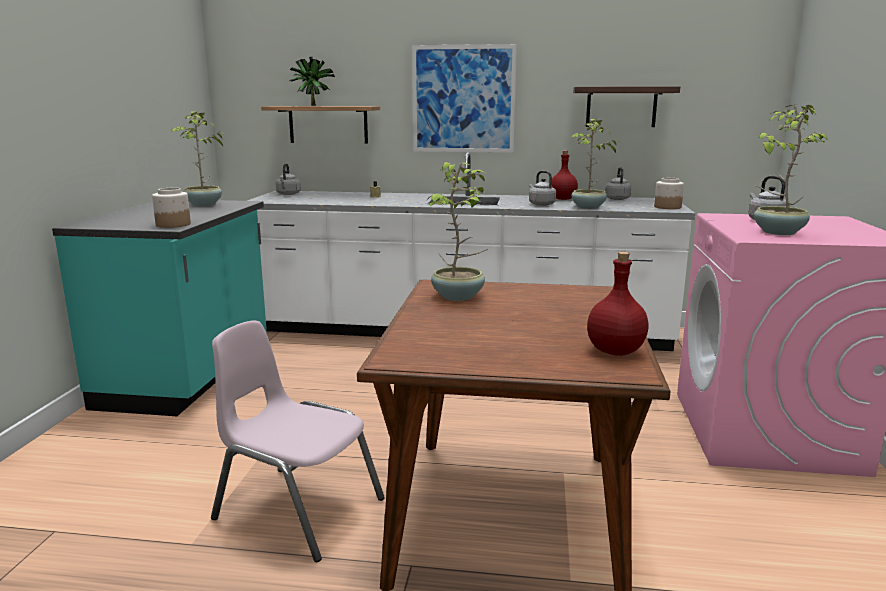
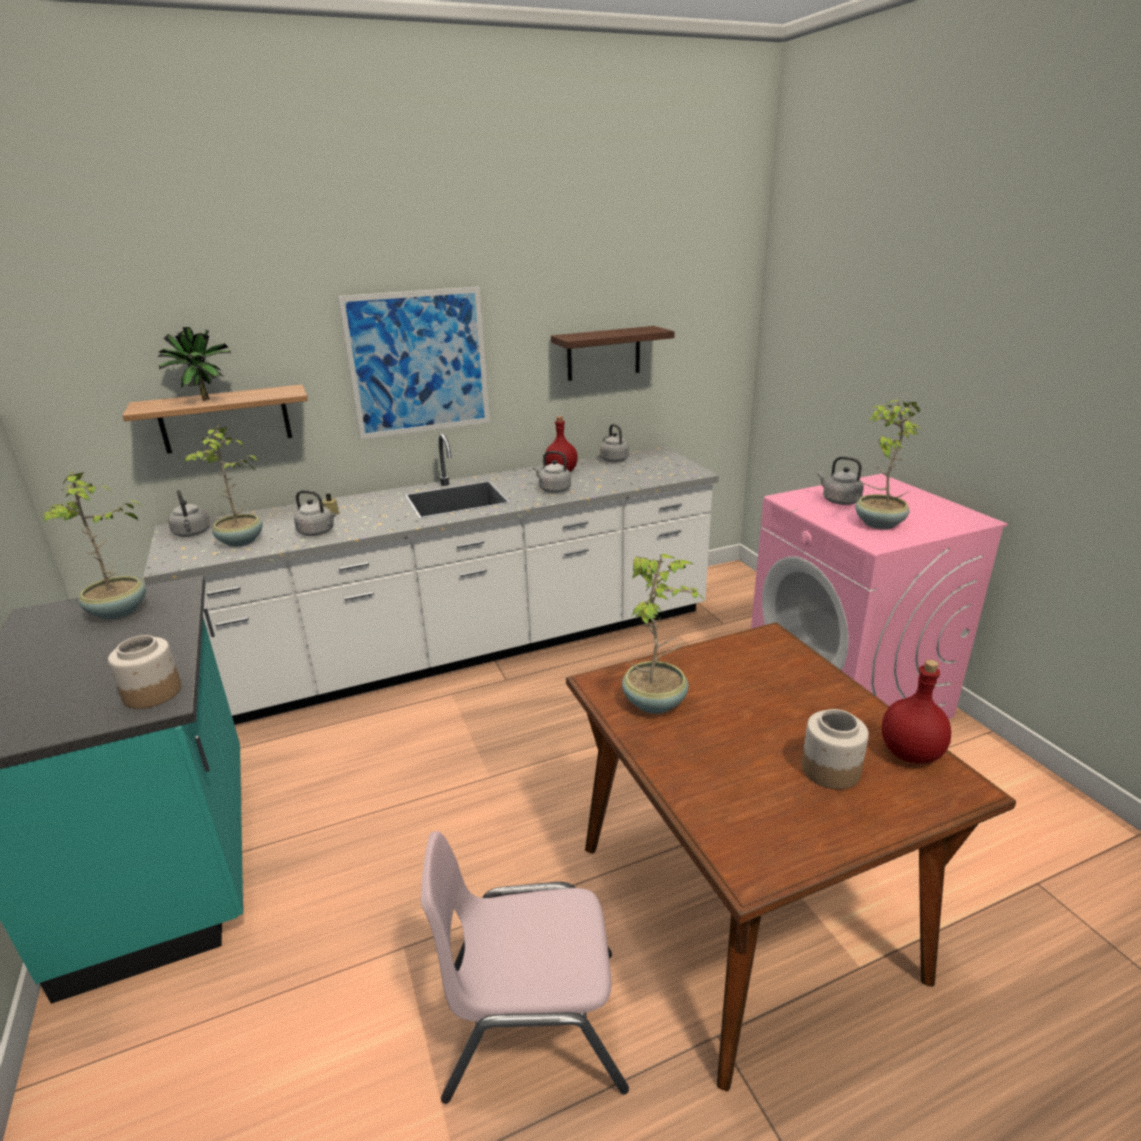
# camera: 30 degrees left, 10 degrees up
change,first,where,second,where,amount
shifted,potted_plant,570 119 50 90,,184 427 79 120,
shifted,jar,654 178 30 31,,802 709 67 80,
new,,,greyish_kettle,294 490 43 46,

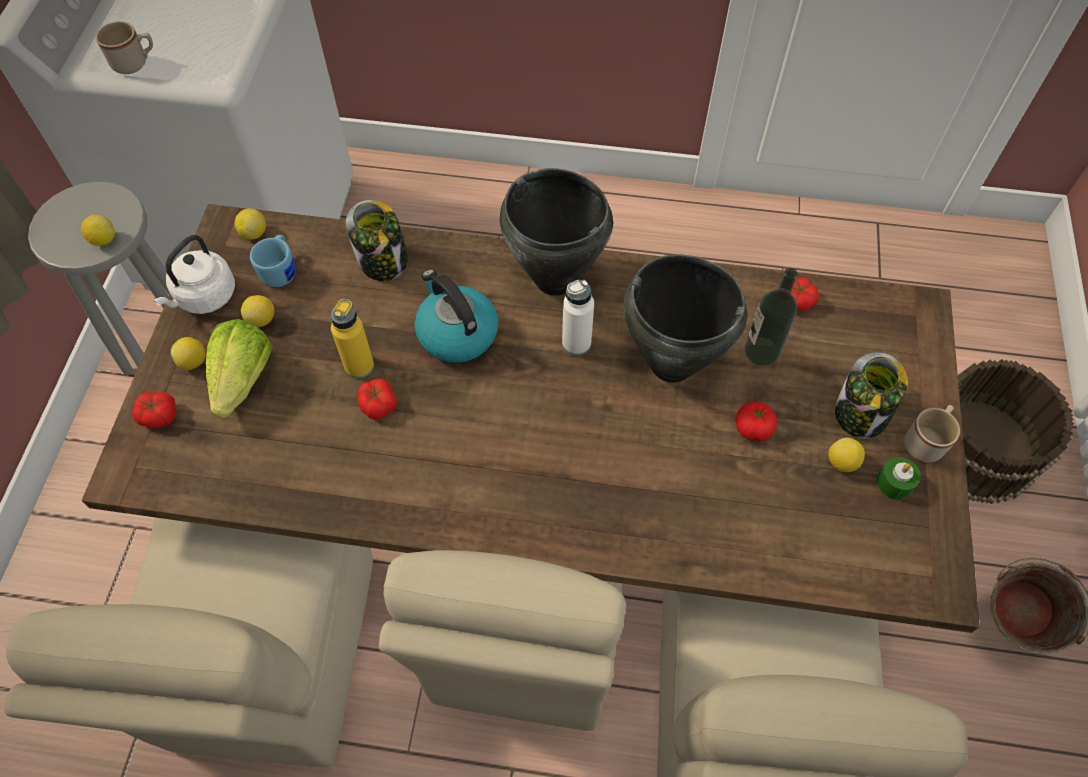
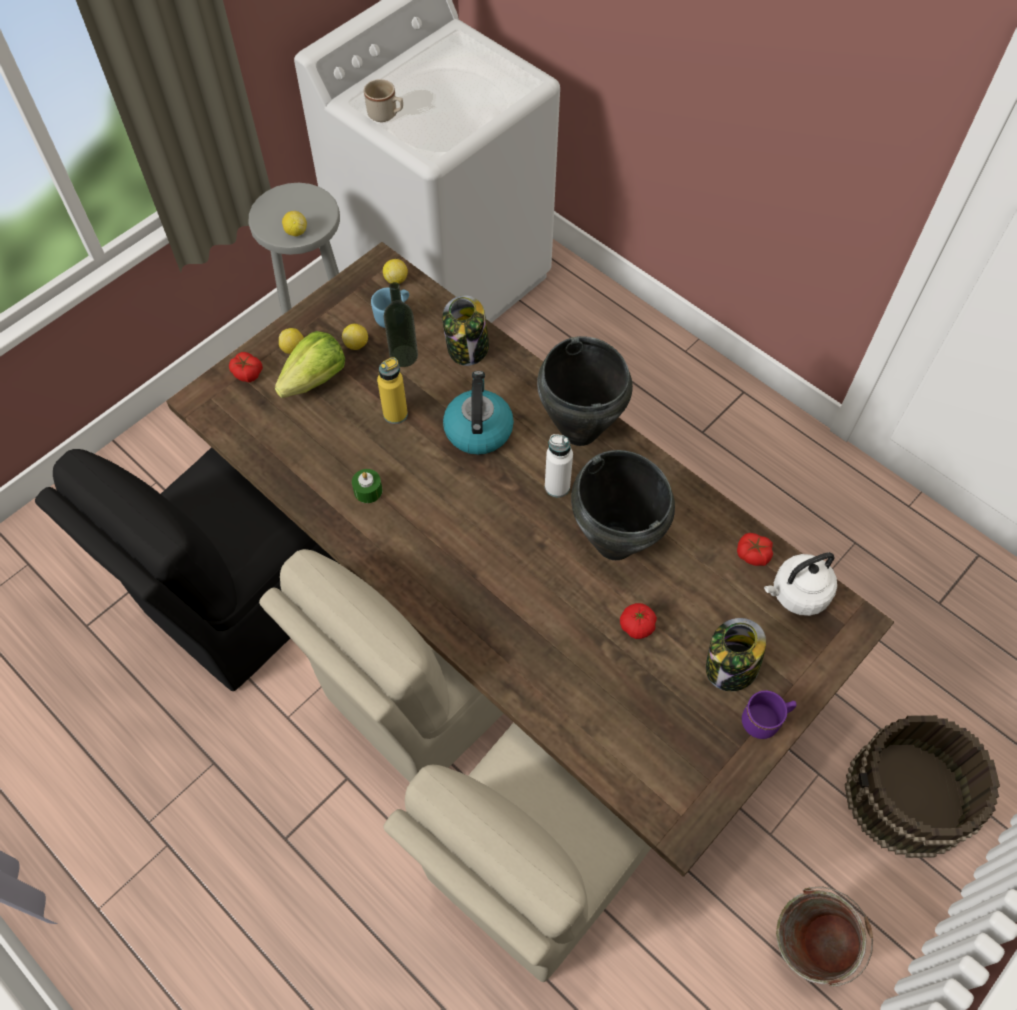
# camera: 35 degrees right, 0 degrees up
change,first,where,second,where,amount
shifted,white-coloured_kettle,153 235 82 79,,764 552 73 64,
shifted,bottle,744 268 54 98,,384 282 34 85,
gone,whole_tomato,358 379 39 40,,,
repainted,beige-coloured_coffee_mug,904 405 56 57,purple-coloured_coffee_mug,742 690 55 49,
gone,whole_lemon,828 438 37 34,,,
shifted,green-coloured_wax_light,877 457 44 43,,352 469 31 34,
repainted,beige-coloured_upright_chair,4 517 369 250,blackish_upright_chair,35 447 303 244,

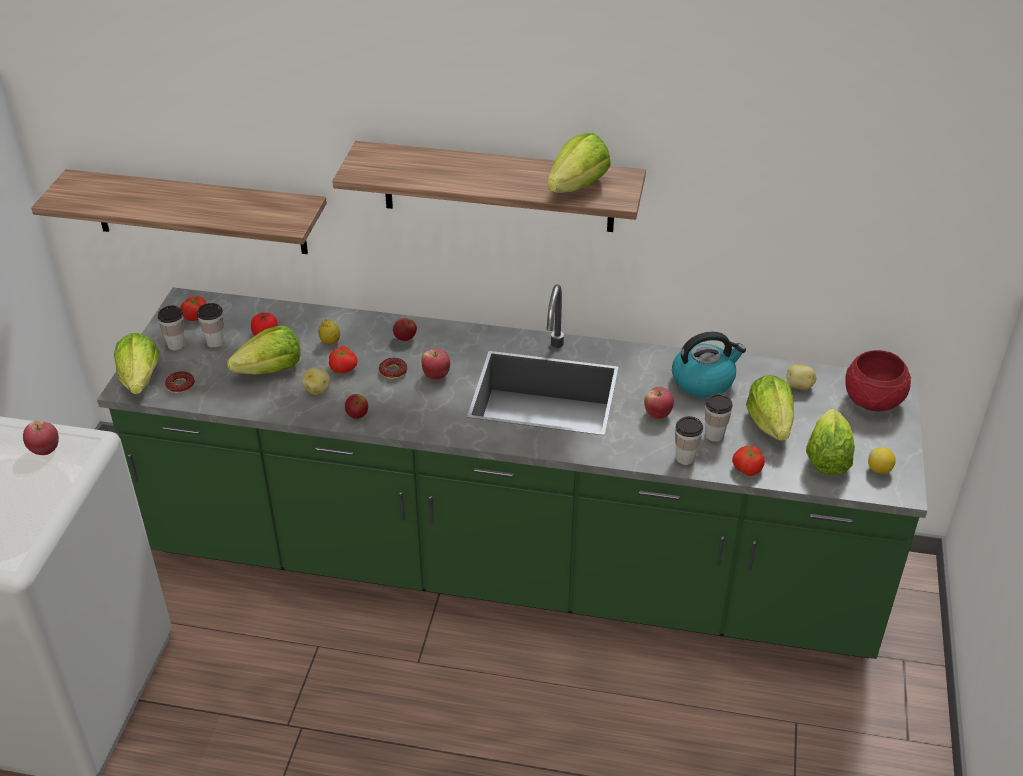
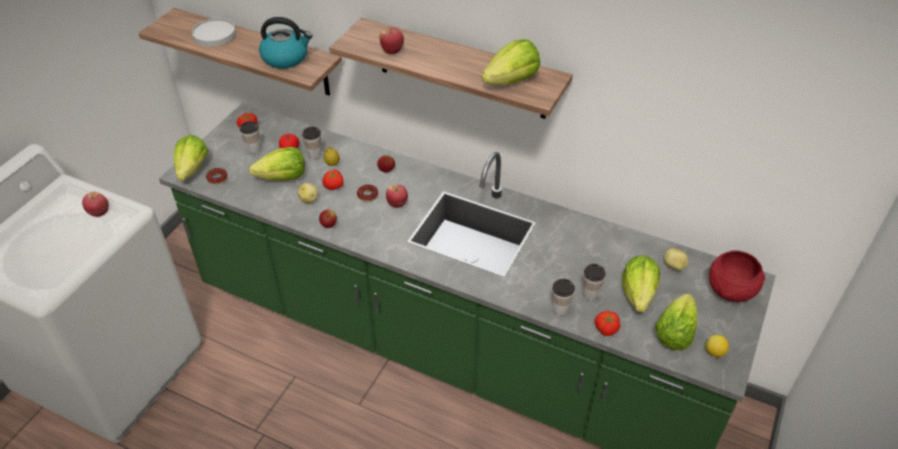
# camera: 15 degrees right, 5 degrees up
change,first,where,second,where,amount
shifted,cup,157 305 29 45,,302 127 19 33,
shifted,kettle,672 331 74 67,,259 17 54 52,
shifted,apple_fruit,644 387 30 32,,380 27 24 27,
new,,,white-coloured_plate,192 18 44 29,

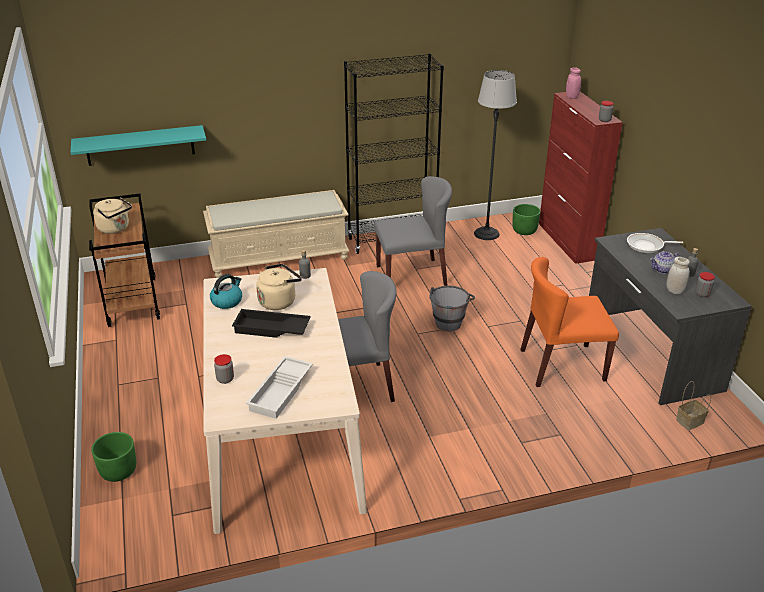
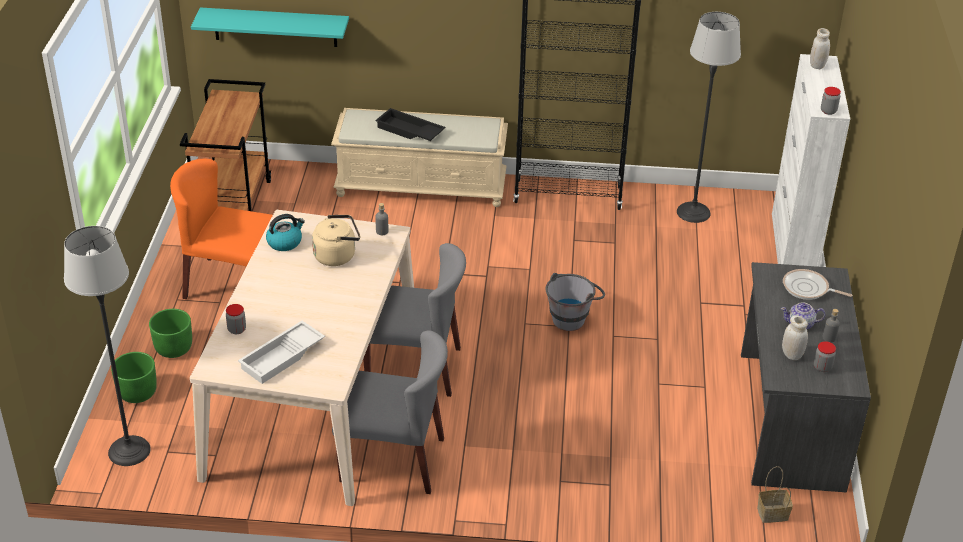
# camera: 20 degrees right, 5 degrees up
change,first,where,second,where,amount
repainted,pink_jar,566 67 15 32,white-coloured_jar,810 28 20 41,
repainted,red-coloured_cupboard,539 92 84 172,white-coloured_cupboard,772 54 78 213,
shifted,greyish_upright_chair,374 176 78 110,,332 331 116 163,
gone,beige-coloured_kettle,93 197 39 37,,,
shifted,green-coloured_plant_pot,512 204 29 31,,149 309 43 49,
shifted,orangey_upright_chair,520 257 99 130,,170 159 103 140,
shifted,blackish_tray,232 309 79 29,,375 108 70 33,
new,,,floor_lamp,64 226 87 240,

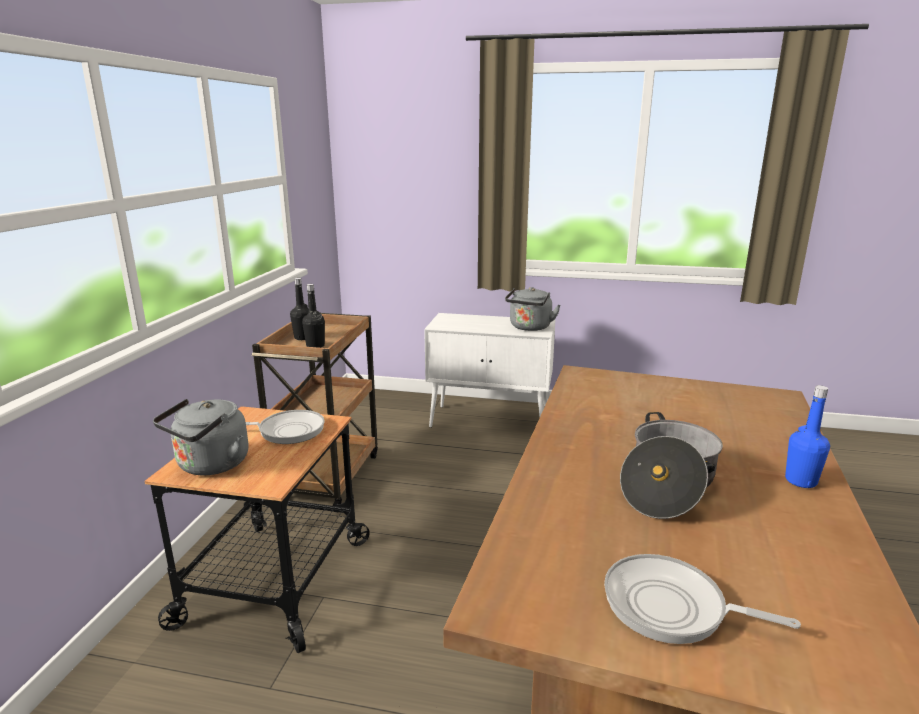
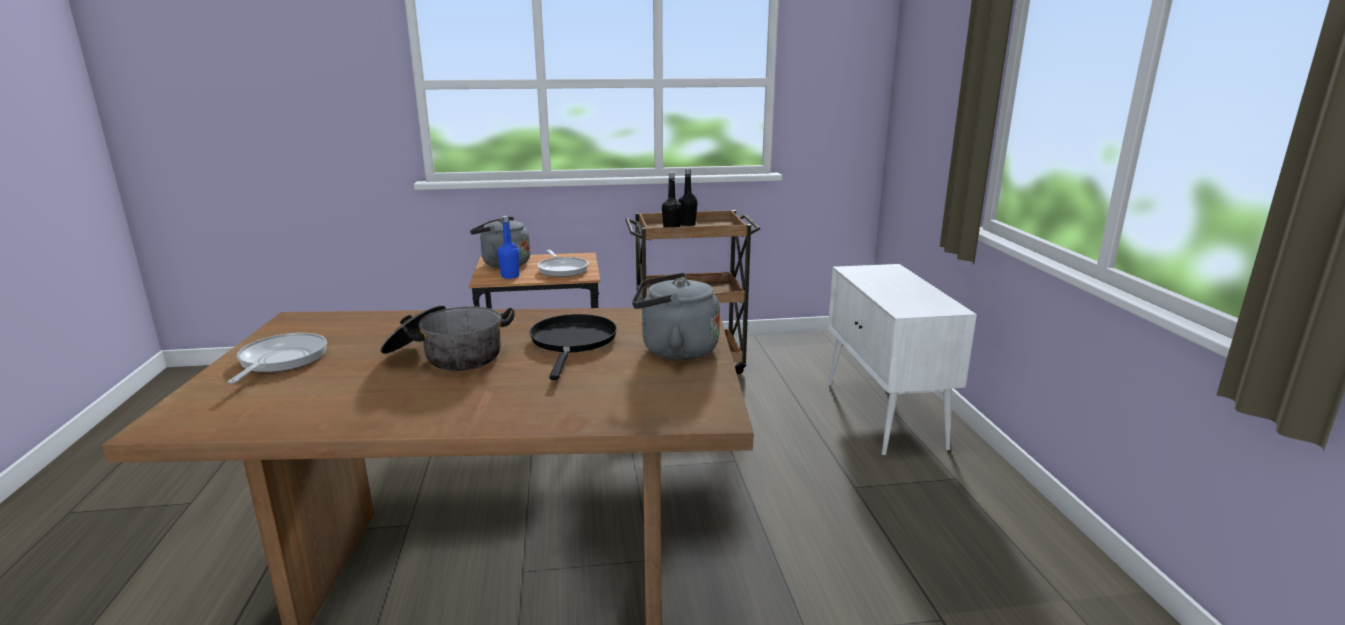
# camera: 70 degrees right, 0 degrees up
change,first,where,second,where,amount
shifted,greyish_kettle,505 287 56 44,,632 273 88 87,
shifted,bluish_bottle,785 385 45 103,,497 215 22 64,
new,,,blackish_pan,529 314 88 66,

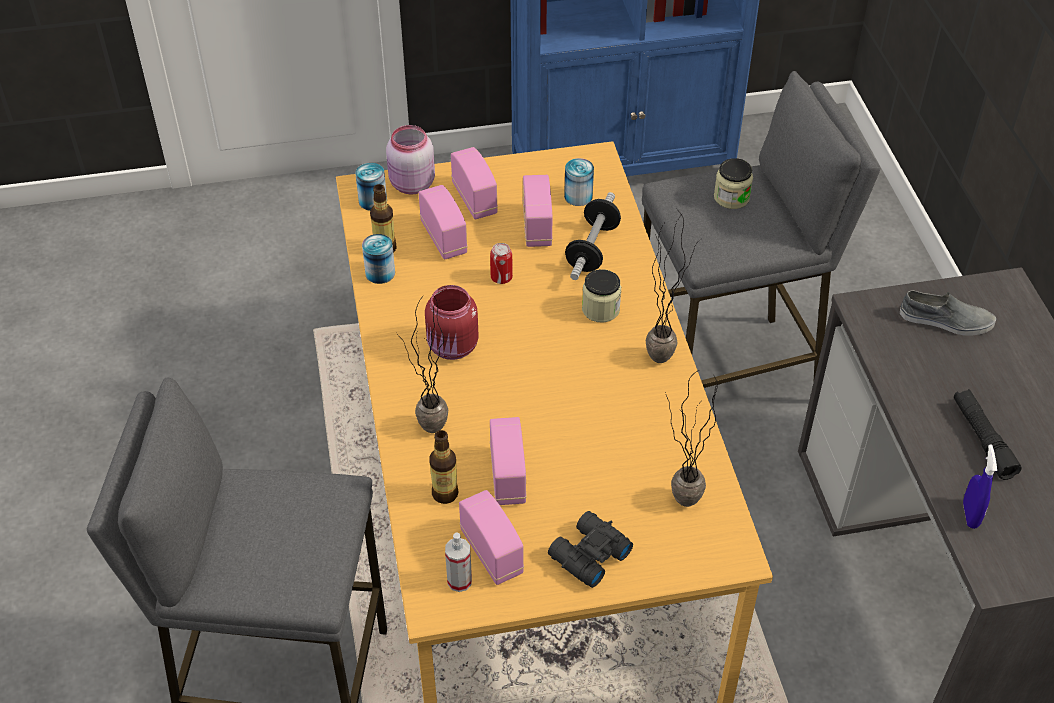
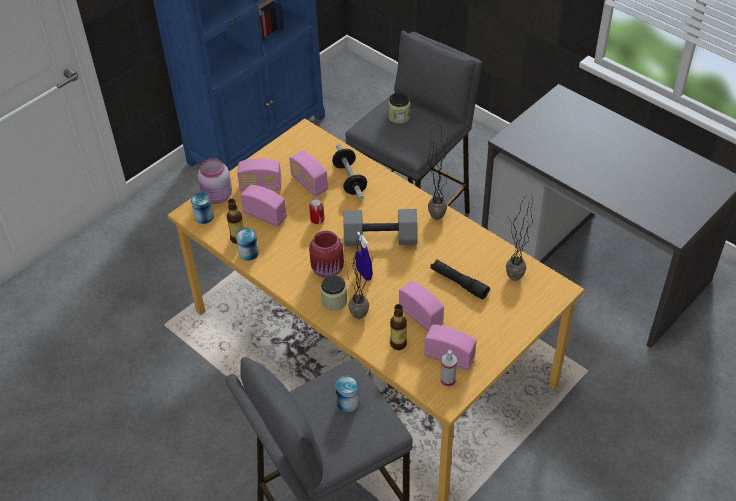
# camera: 35 degrees left, 0 degrees up
change,first,where,second,where,amount
rotated,radio_receiver,451 147 47 72,,237 158 45 33,150 degrees clockwise
shifted,can,564 158 30 48,,336 376 23 36,
shifted,jar,582 269 39 53,,321 275 26 36,
gone,greyish_low_shoe,900 290 96 46,,,
shifted,blackish_hand_torch,954 389 68 91,,430 259 60 40,
shifted,bluish_sprayer,963 444 34 85,,355 232 17 49,
gone,blackish_field_glasses,548 511 85 77,,,
new,,,greyish_free_weight,343 209 74 37,

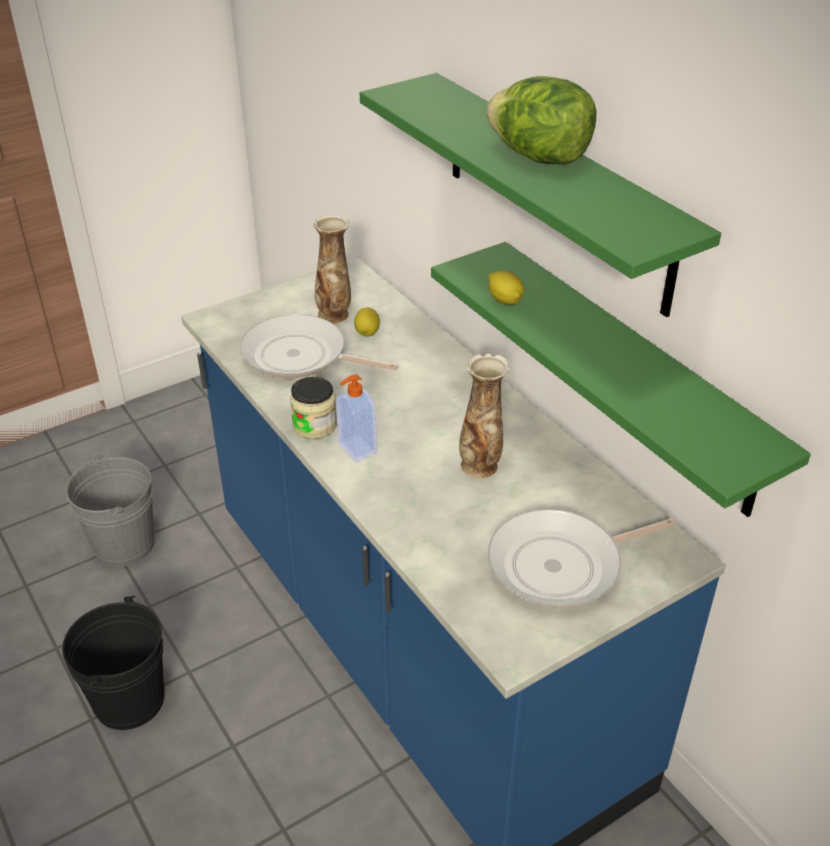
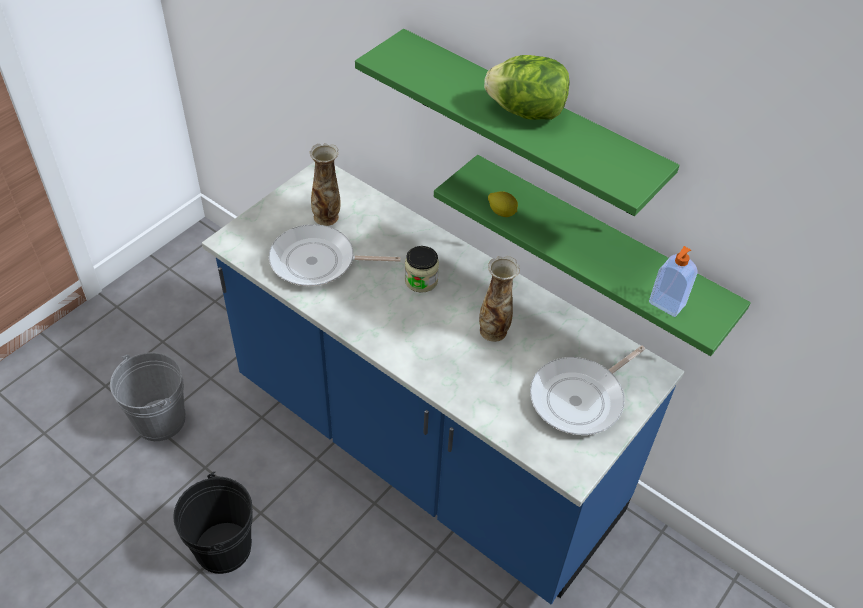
# camera: 20 degrees left, 10 degrees up
change,first,where,second,where,amount
gone,whole_lemon,354 307 26 30,,,
shifted,soap_dispenser,336 374 41 88,,649 246 48 71,
shifted,jar,290 377 47 62,,405 246 34 47,

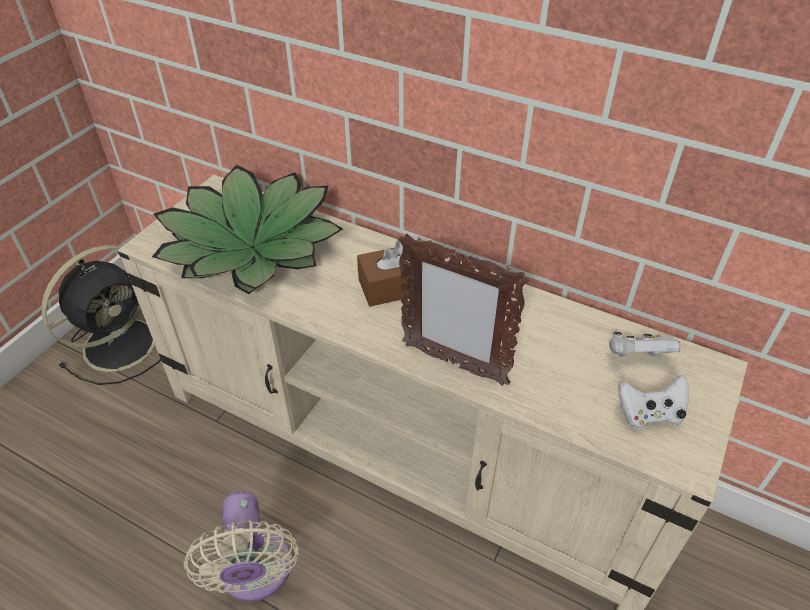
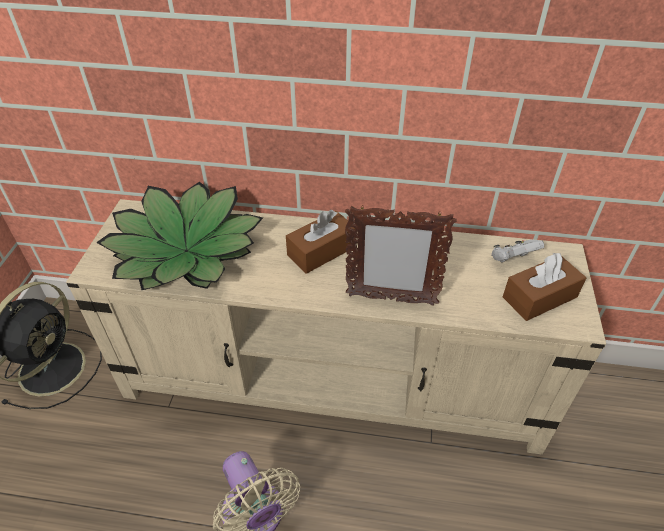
# camera: 20 degrees left, 0 degrees up
change,first,where,second,where,amount
swapped,white-coloured_joypad,618 375 71 54,brown-coloured_tissue_holder,503 253 83 68,

